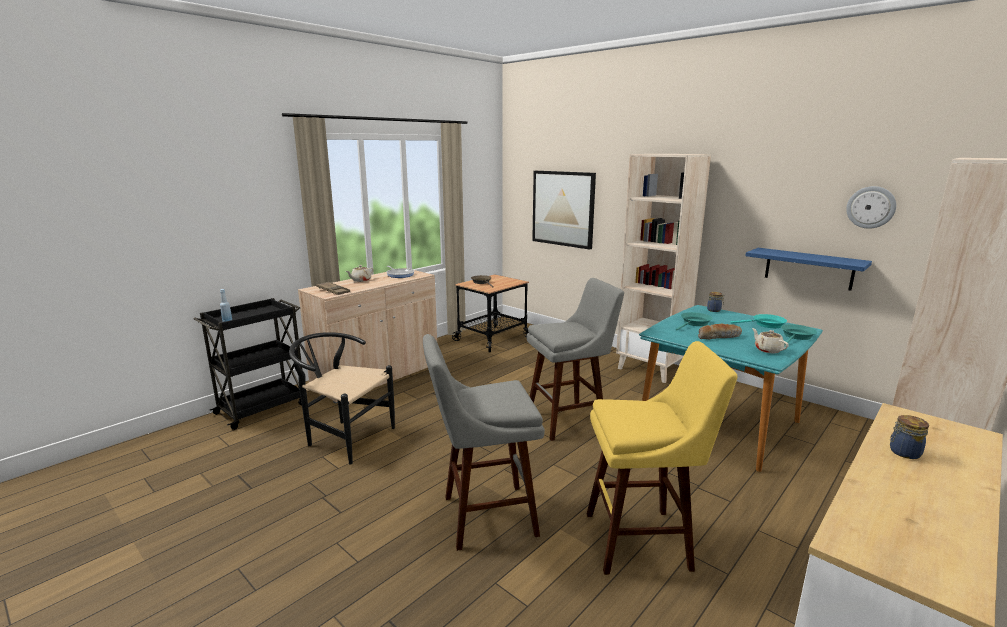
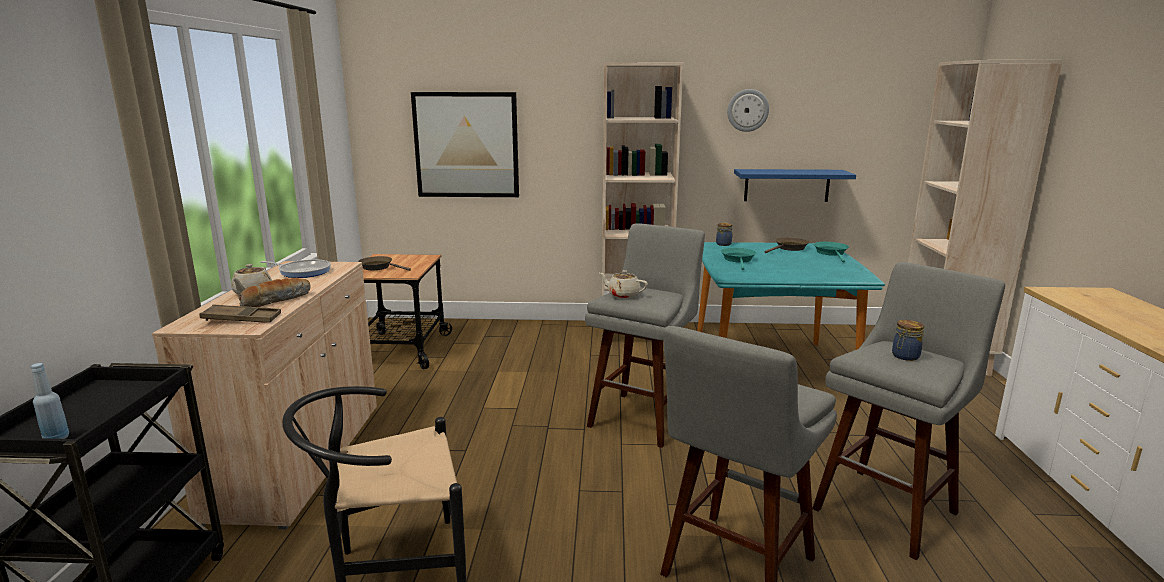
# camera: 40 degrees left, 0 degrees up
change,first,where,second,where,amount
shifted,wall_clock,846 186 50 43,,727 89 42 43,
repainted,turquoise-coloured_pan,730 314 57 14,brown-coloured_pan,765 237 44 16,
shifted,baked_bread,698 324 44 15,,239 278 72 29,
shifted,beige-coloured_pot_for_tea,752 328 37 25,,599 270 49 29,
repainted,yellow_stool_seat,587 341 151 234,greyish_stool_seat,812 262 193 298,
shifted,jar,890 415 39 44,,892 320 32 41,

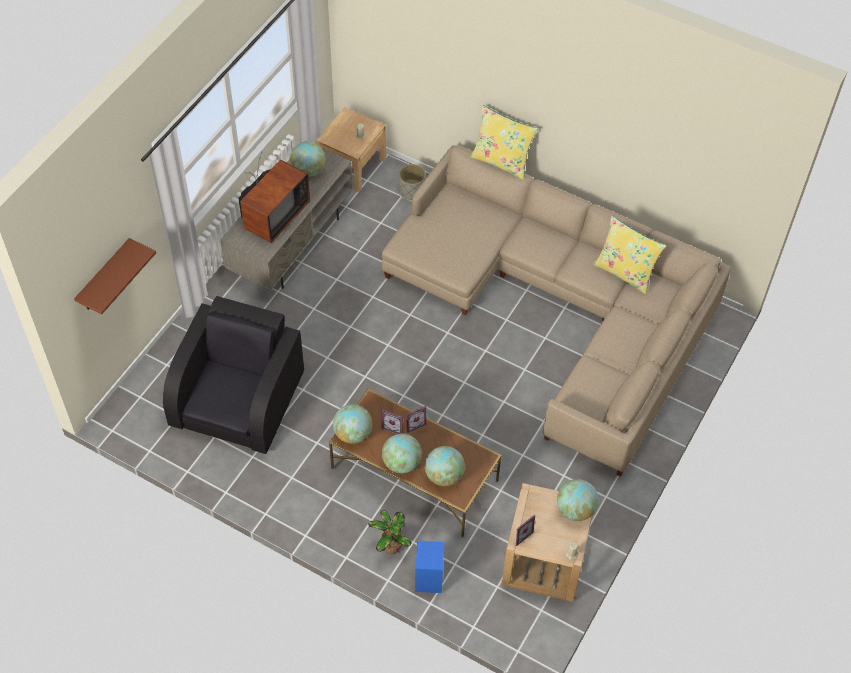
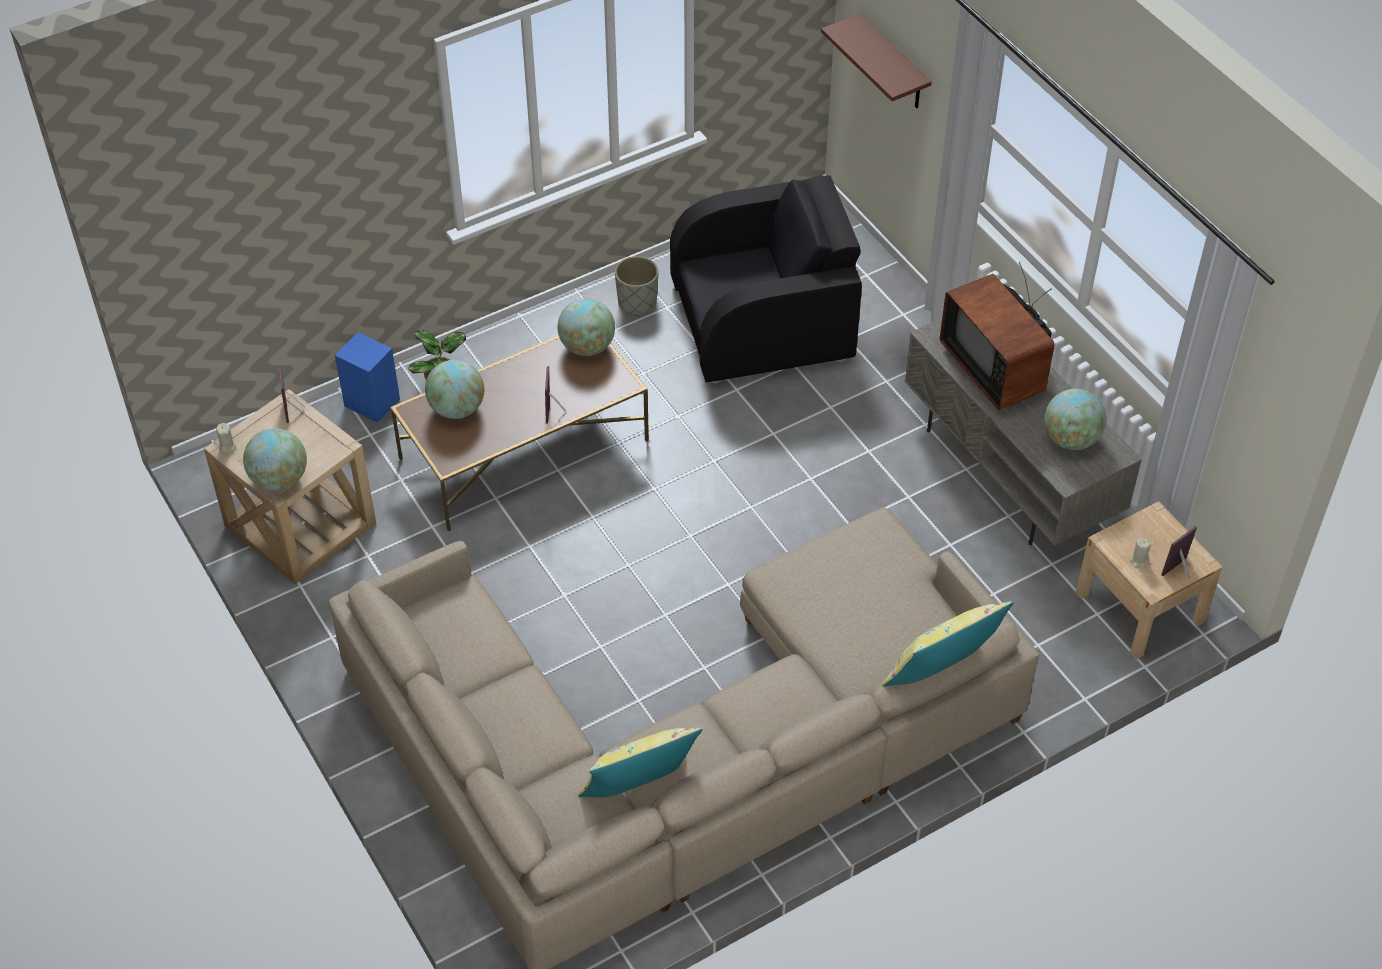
# camera: 120 degrees right, 5 degrees down
change,first,where,second,where,amount
shifted,greyish_plant_pot,399 164 27 36,,615 256 43 60,
rotated,blackish_easy_chair,163 296 141 158,,670 175 192 209,60 degrees counterclockwise
shifted,standing_frame,382 410 21 24,,1161 526 36 53,
gone,world_globe,382 434 40 40,,,

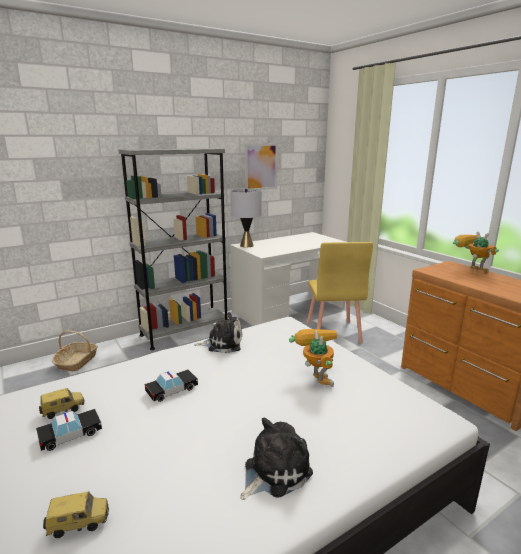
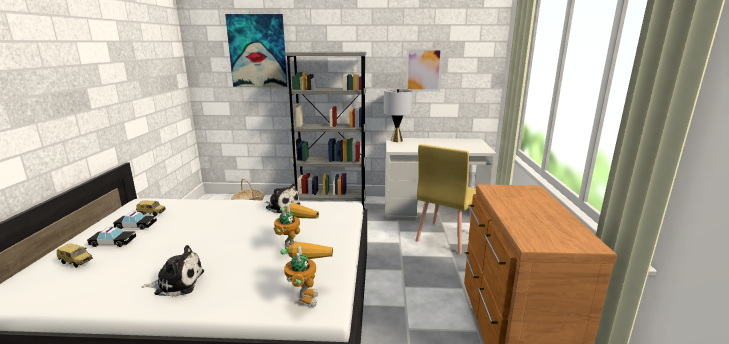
# camera: 35 degrees right, 0 degrees up
change,first,where,second,where,amount
shifted,model_robot,453 232 46 40,,281 242 52 65,
shifted,toy_car,145 370 53 32,,87 227 49 20,
new,,,picture,225 14 62 73,

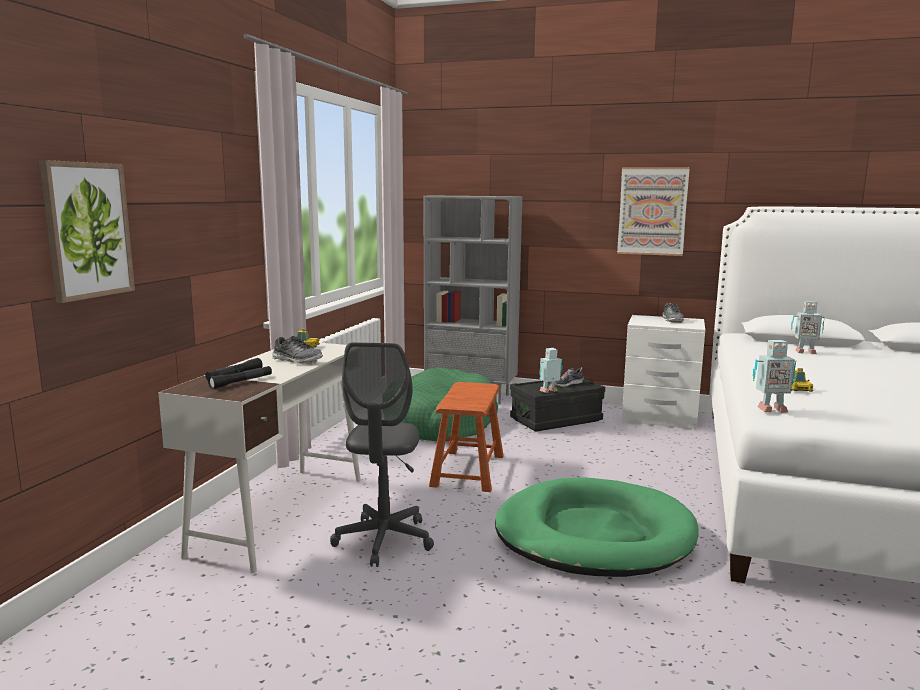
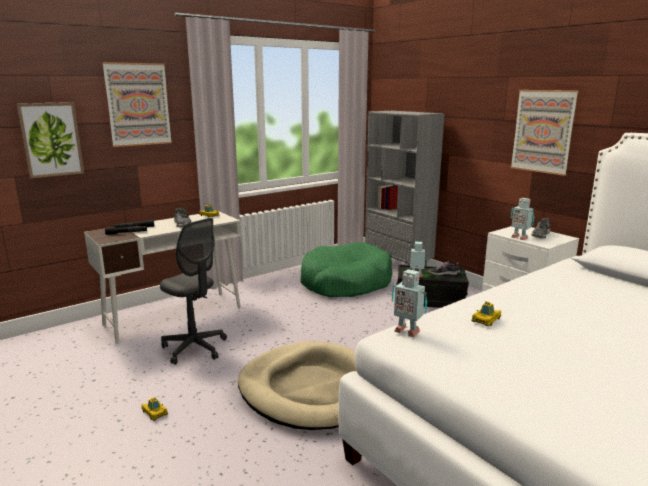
# camera: 35 degrees right, 5 degrees up
change,first,where,second,where,amount
shifted,model_robot,791 301 34 53,,511 198 23 42,
rotated,greyish_office_chair,330 342 104 225,,160 218 67 147,90 degrees counterclockwise
gone,brown-coloured_stool_seat,429 382 75 110,,,
repainted,green-coloured_dog_bed,495 477 204 100,beige-coloured_dog_bed,238 341 119 89,
new,,,picture,102 62 70 85,
new,,,toy_car,142 397 26 24,

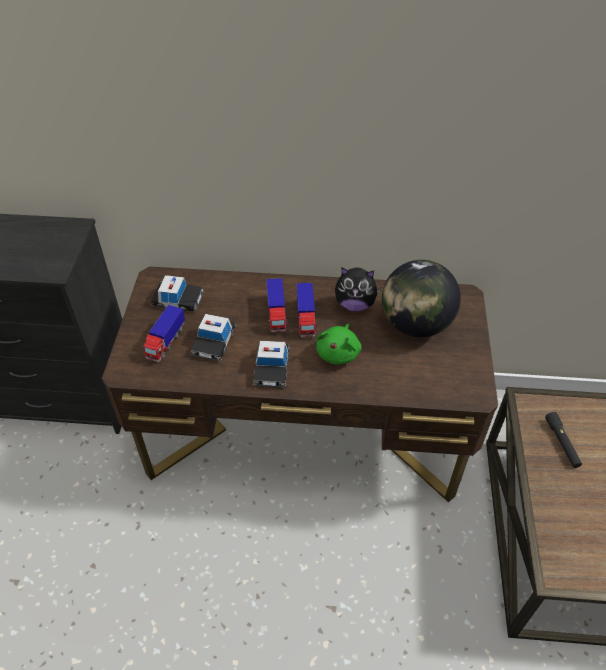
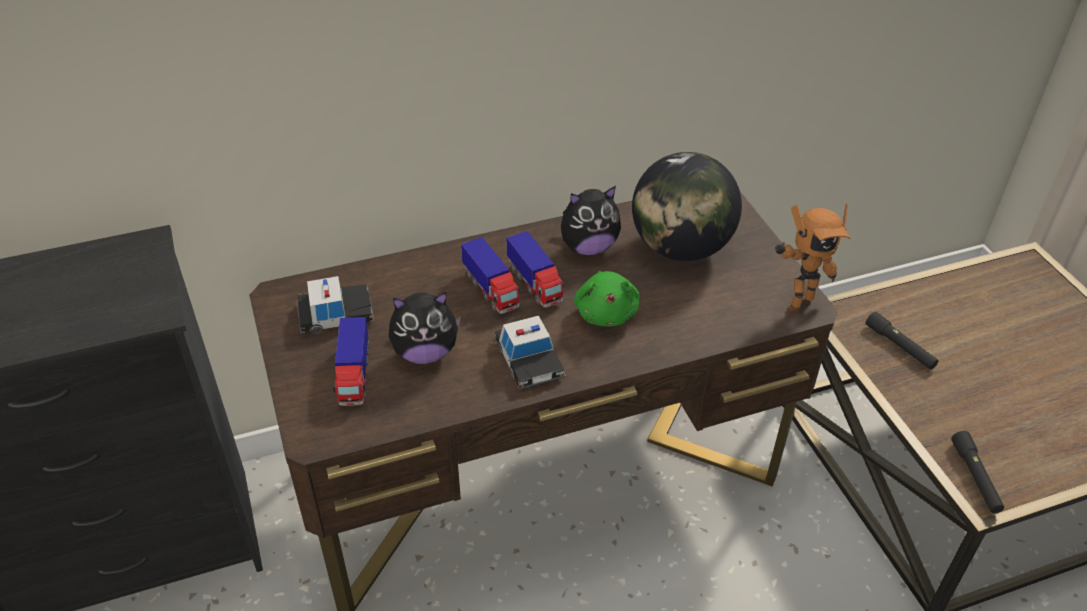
# camera: 25 degrees left, 5 degrees down
change,first,where,second,where,amount
swapped,toy_car,190 314 47 47,plush_toy,389 292 72 72,
new,,,model_robot,775 203 76 110,
new,,,blackish_hand_torch,951 431 53 82,

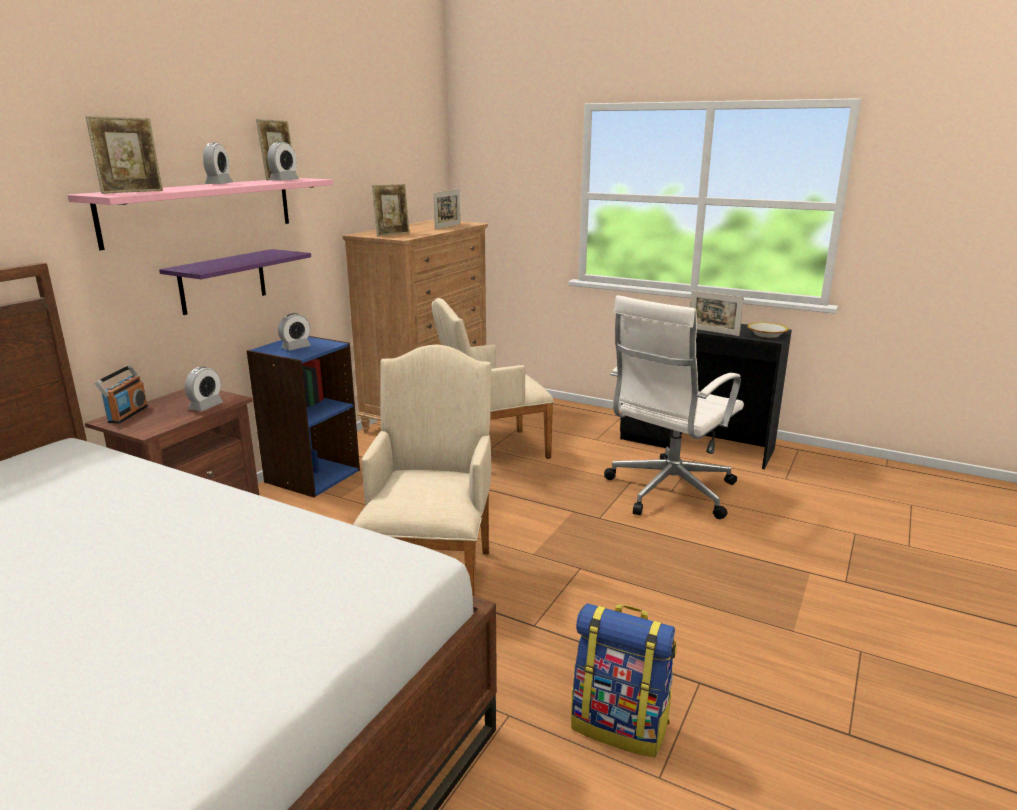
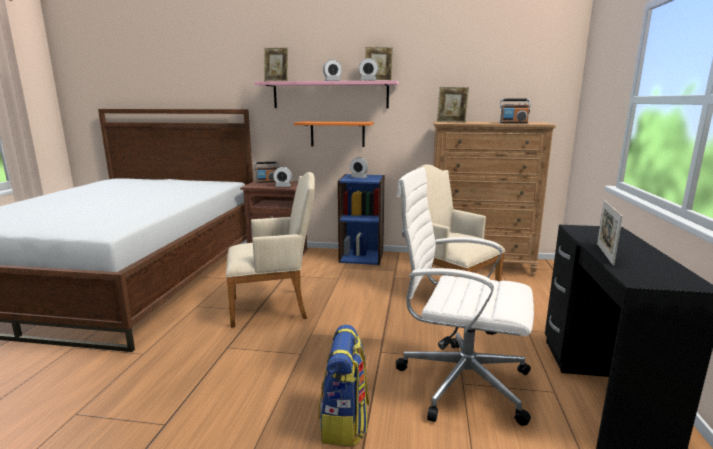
# camera: 70 degrees right, 5 degrees down
change,first,where,second,where,amount
swapped,standing_frame,434 189 26 40,radio_receiver,500 99 30 25,
repainted,purple-coloured_bracket_shelf,159 249 152 66,orangey_bracket_shelf,294 121 80 26,
gone,serving_bowl,747 322 42 16,,,
shifted,knapsack,571 603 105 154,,318 325 51 121,

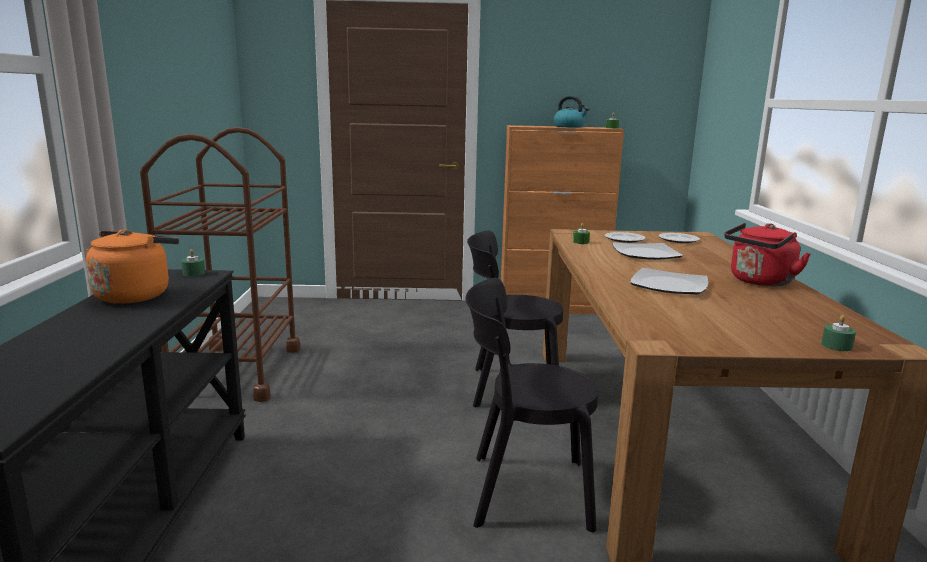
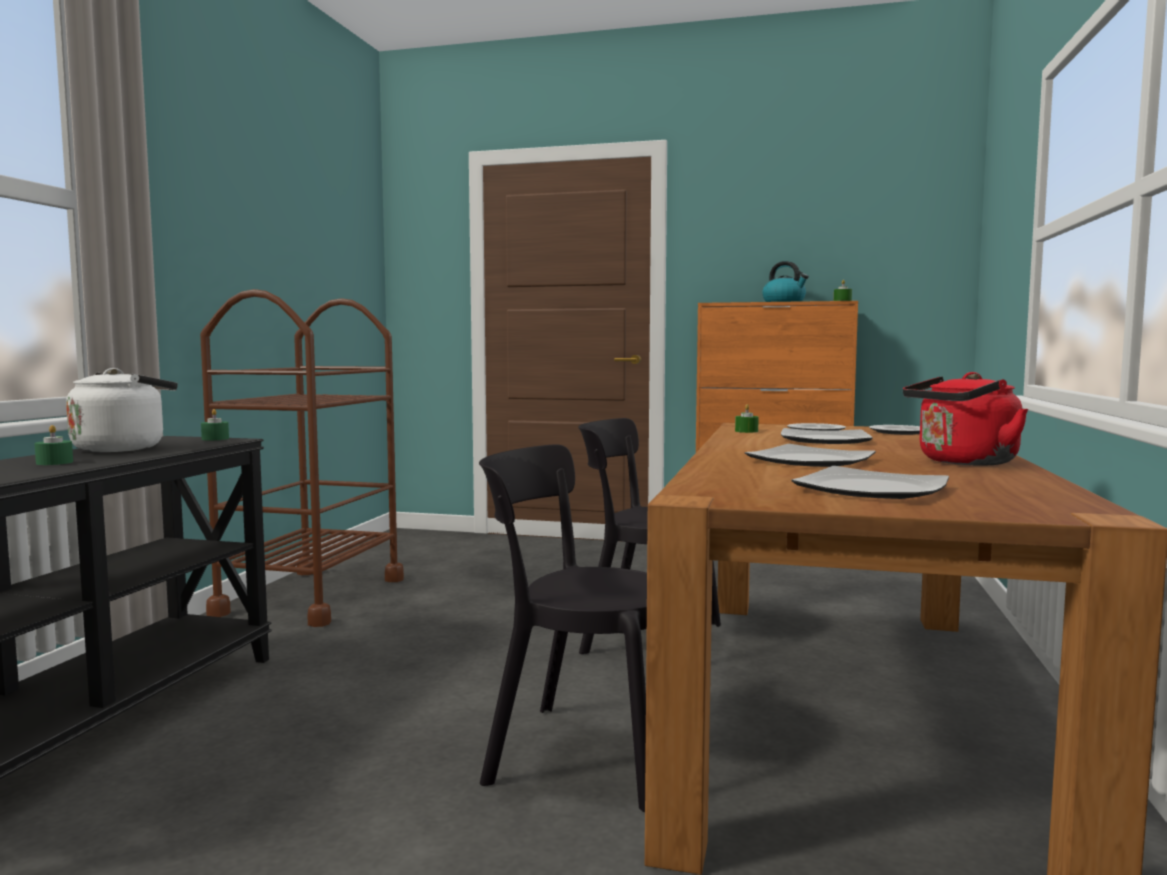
# camera: 15 degrees right, 10 degrees down
change,first,where,second,where,amount
repainted,orangey_kettle,86 229 93 75,white-coloured_kettle,66 368 112 84,
shifted,green-coloured_wax_light,821 315 35 36,,34 425 39 40,
new,,,plate,791 466 158 33,

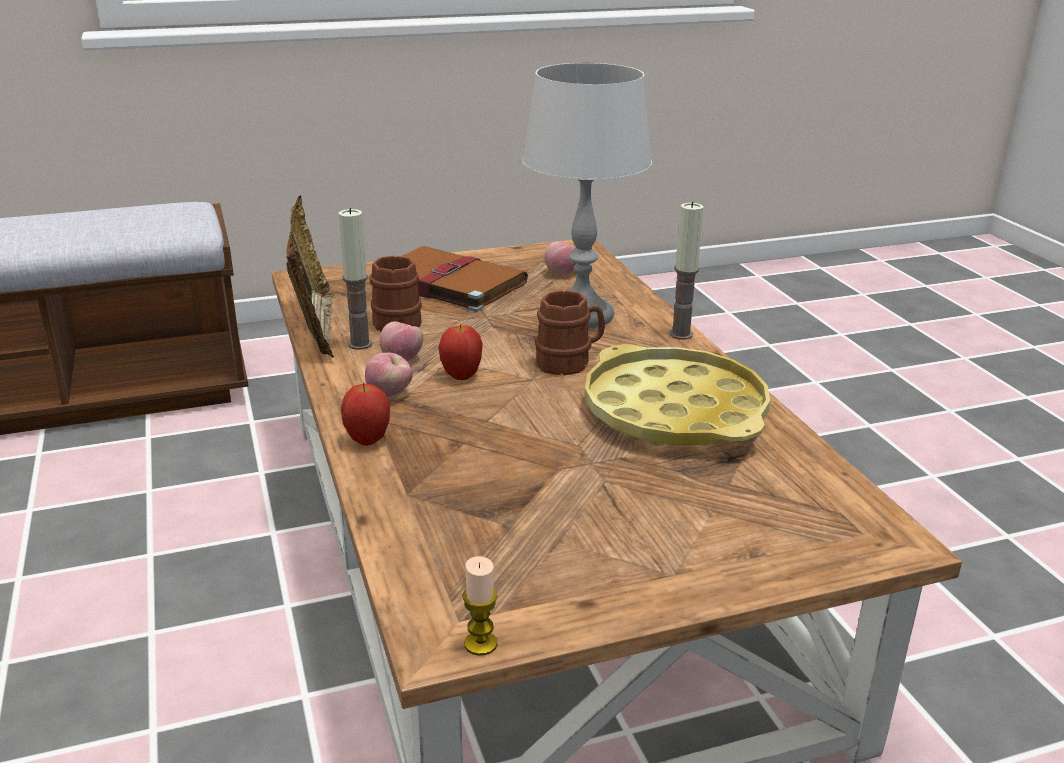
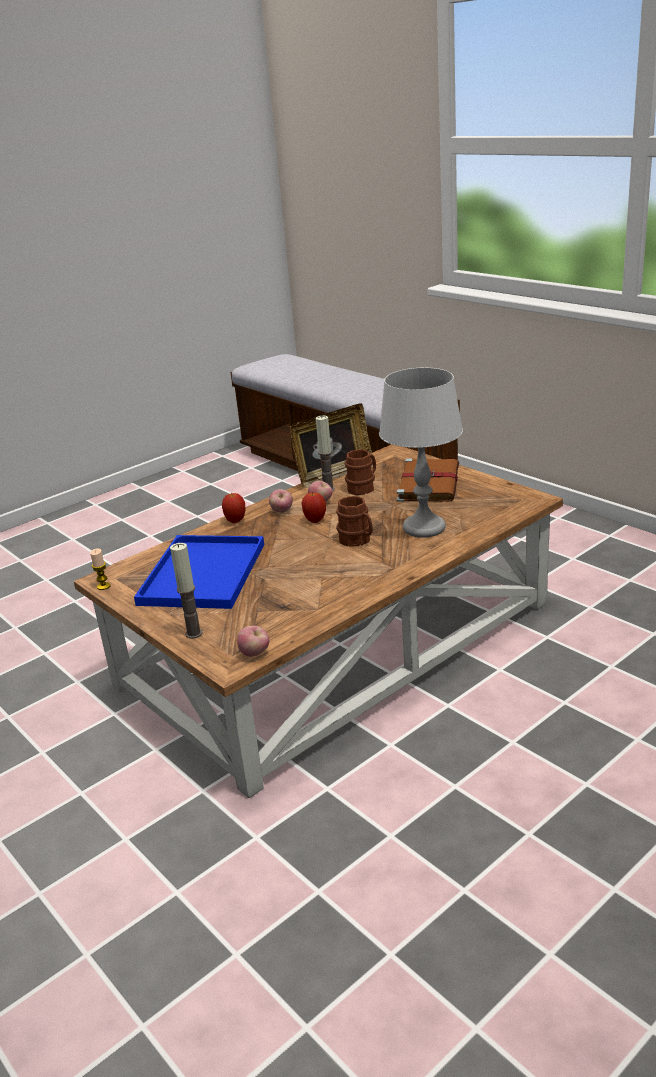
# camera: 70 degrees right, 0 degrees up
change,first,where,second,where,amount
shifted,wax_light,669 202 34 138,,170 543 33 96,
shifted,apple_fruit,545 241 31 34,,237 626 32 31,
gone,yellow_tray,585 344 185 102,,,
new,,,bluish_tray,134 535 130 74,

